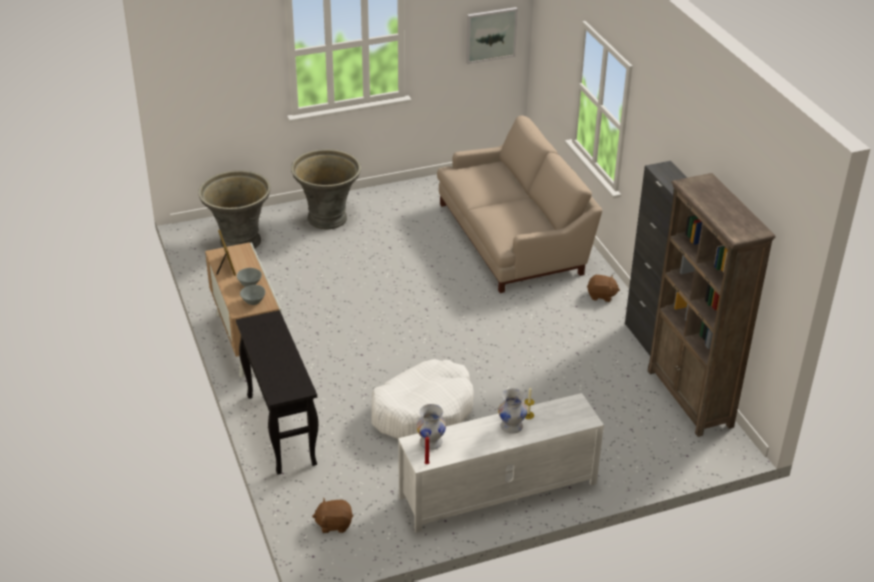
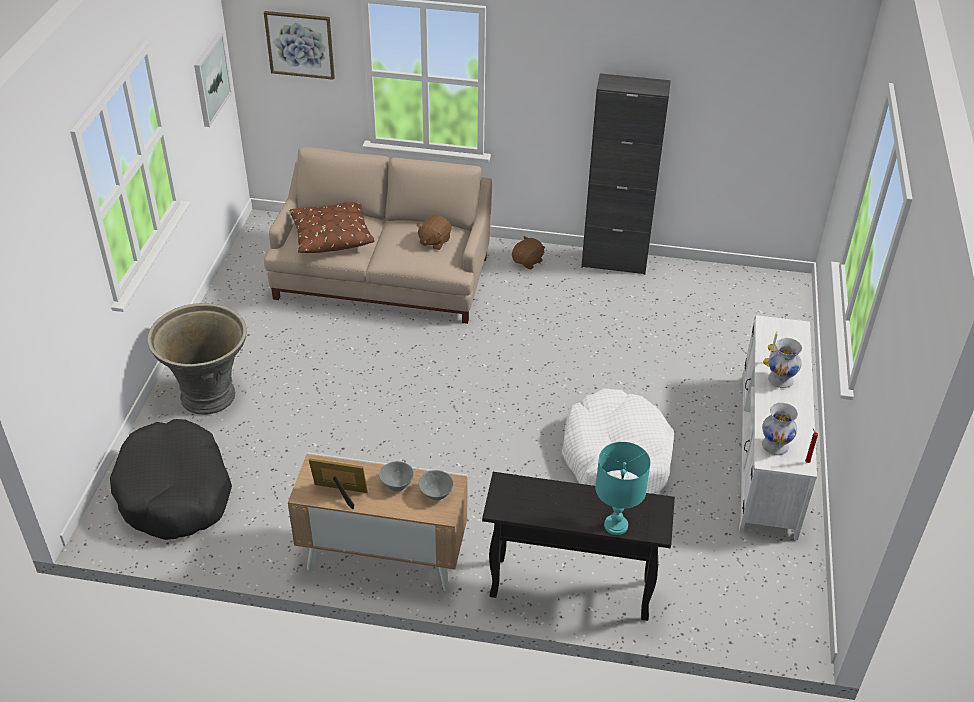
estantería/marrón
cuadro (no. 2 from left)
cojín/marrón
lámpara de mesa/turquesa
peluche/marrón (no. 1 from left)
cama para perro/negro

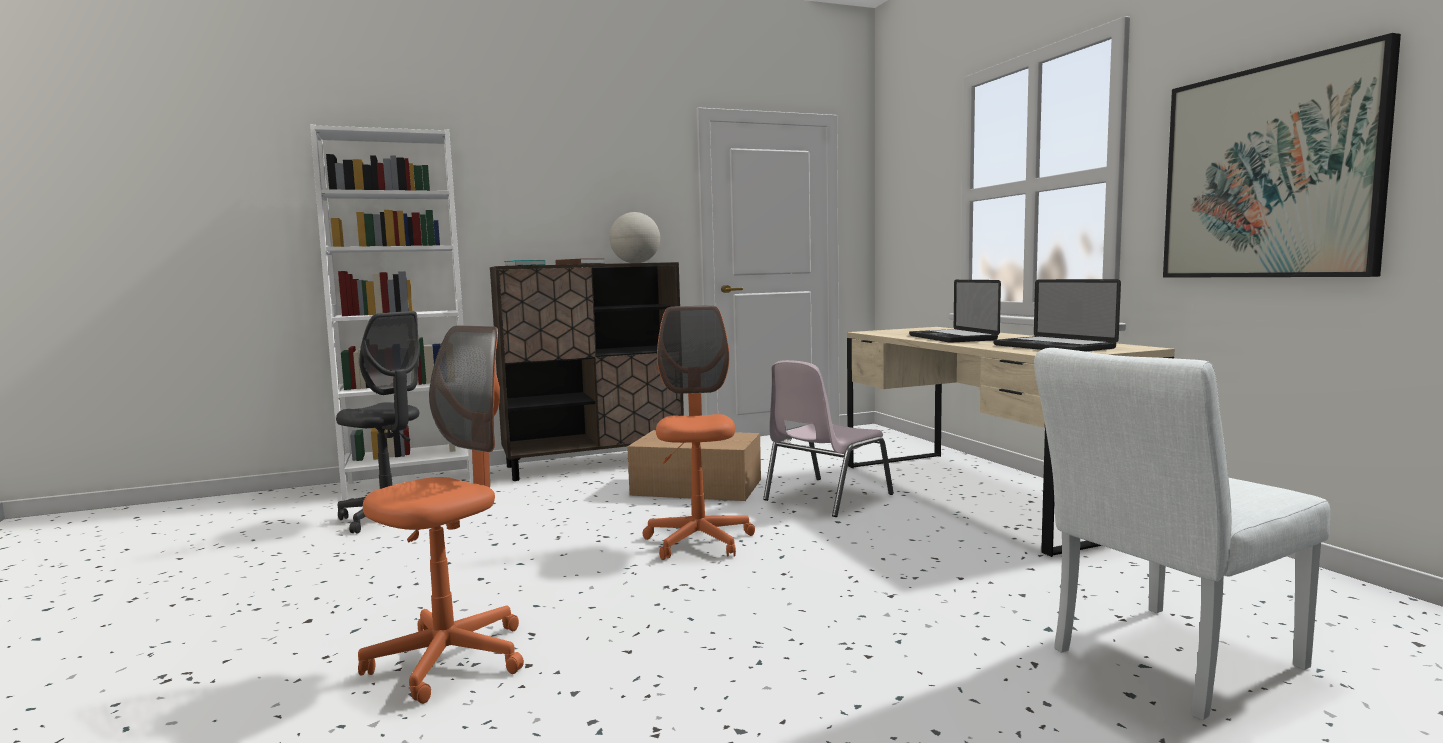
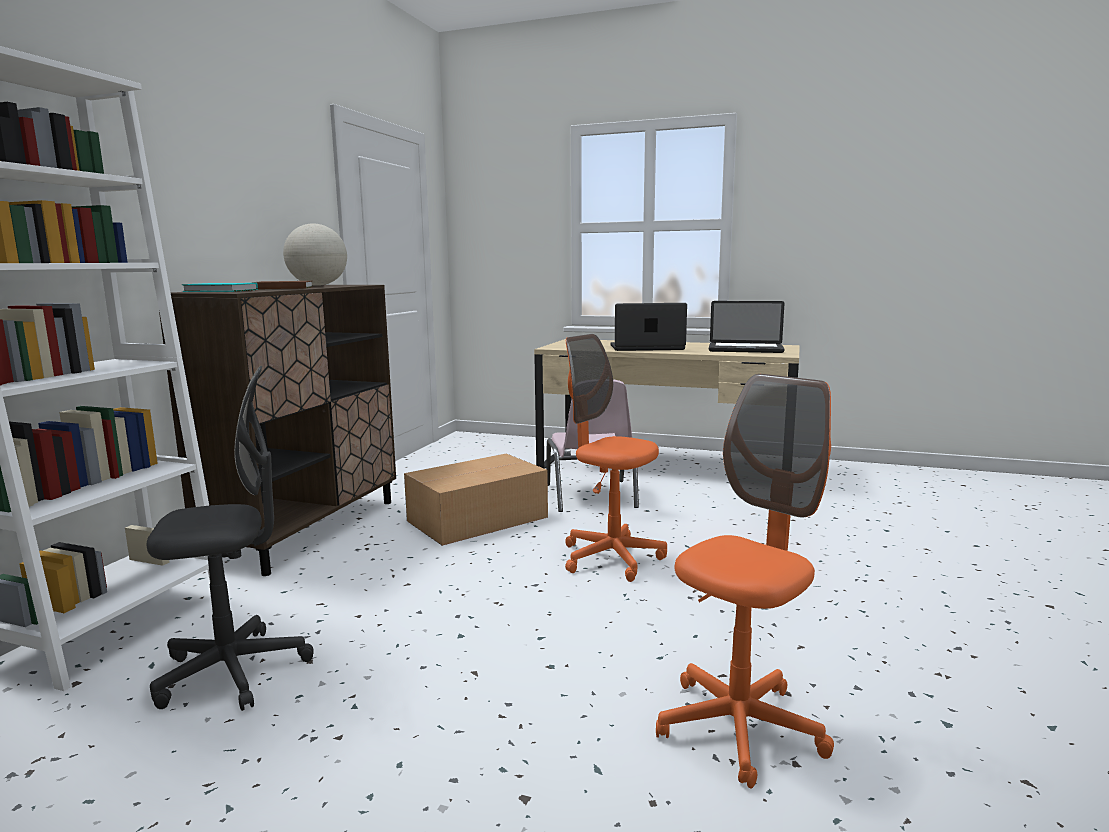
silla/blanco
cuadro
silla de oficina/naranja (no. 2 from left)
portátil (no. 1 from left)

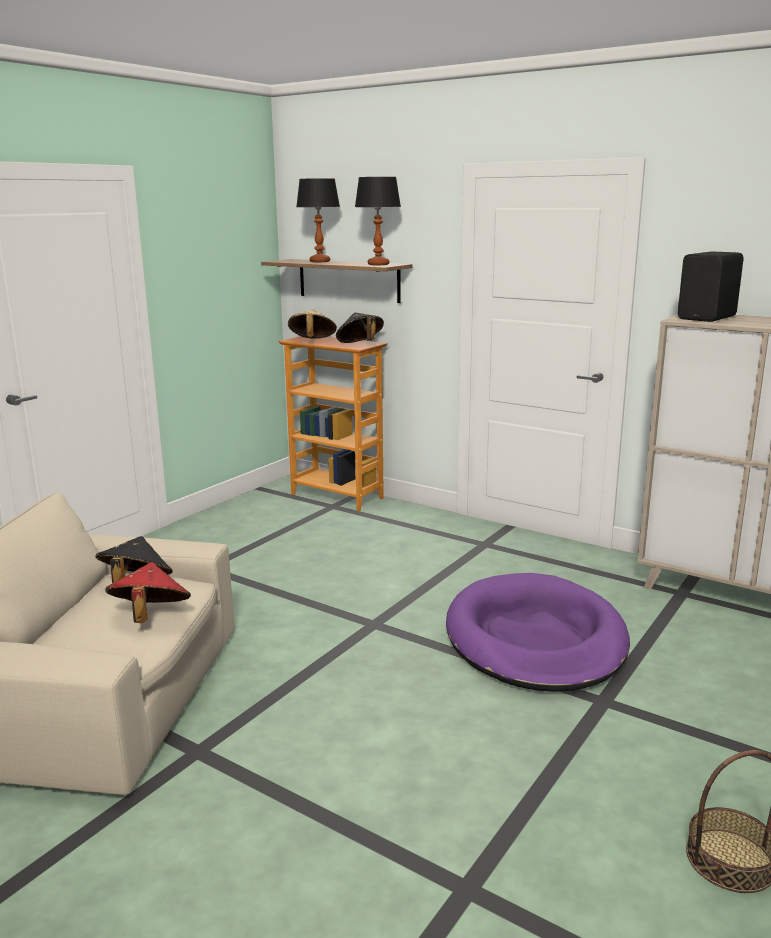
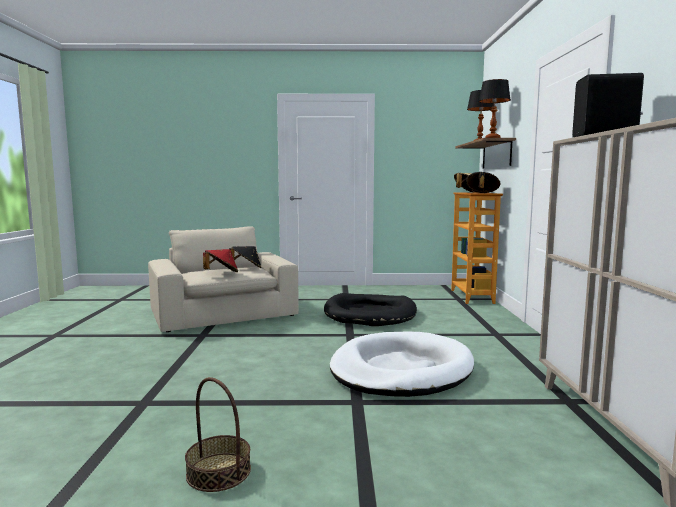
cama para perro/negro
cama para perro/blanco

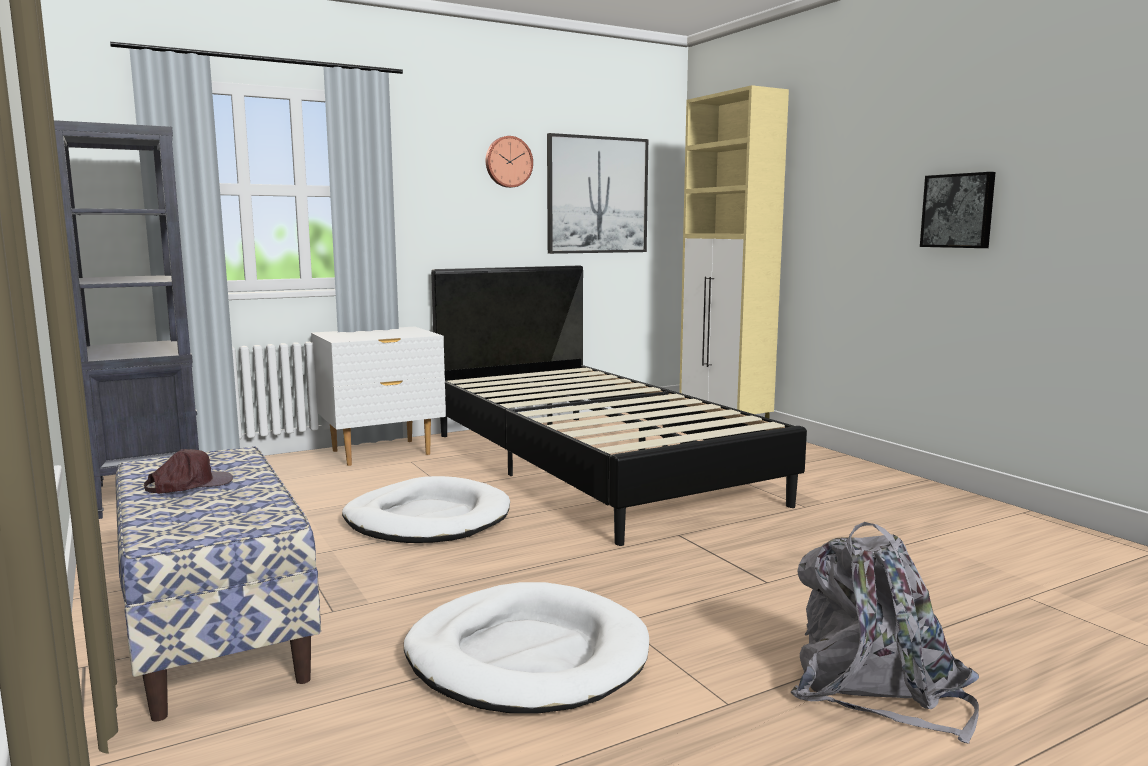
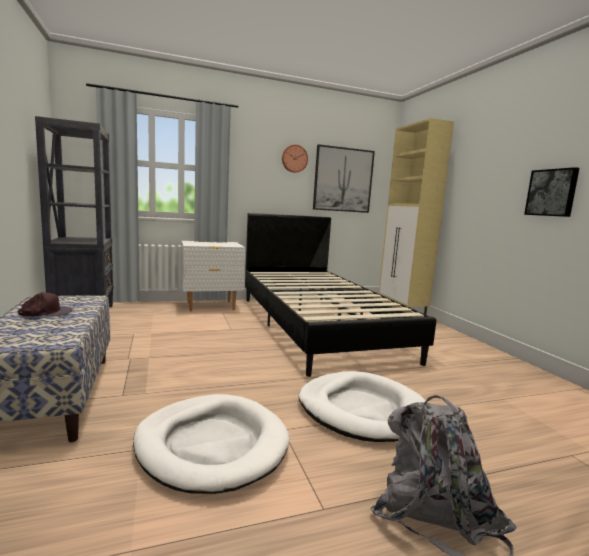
cama para perro/blanco (no. 2 from left)

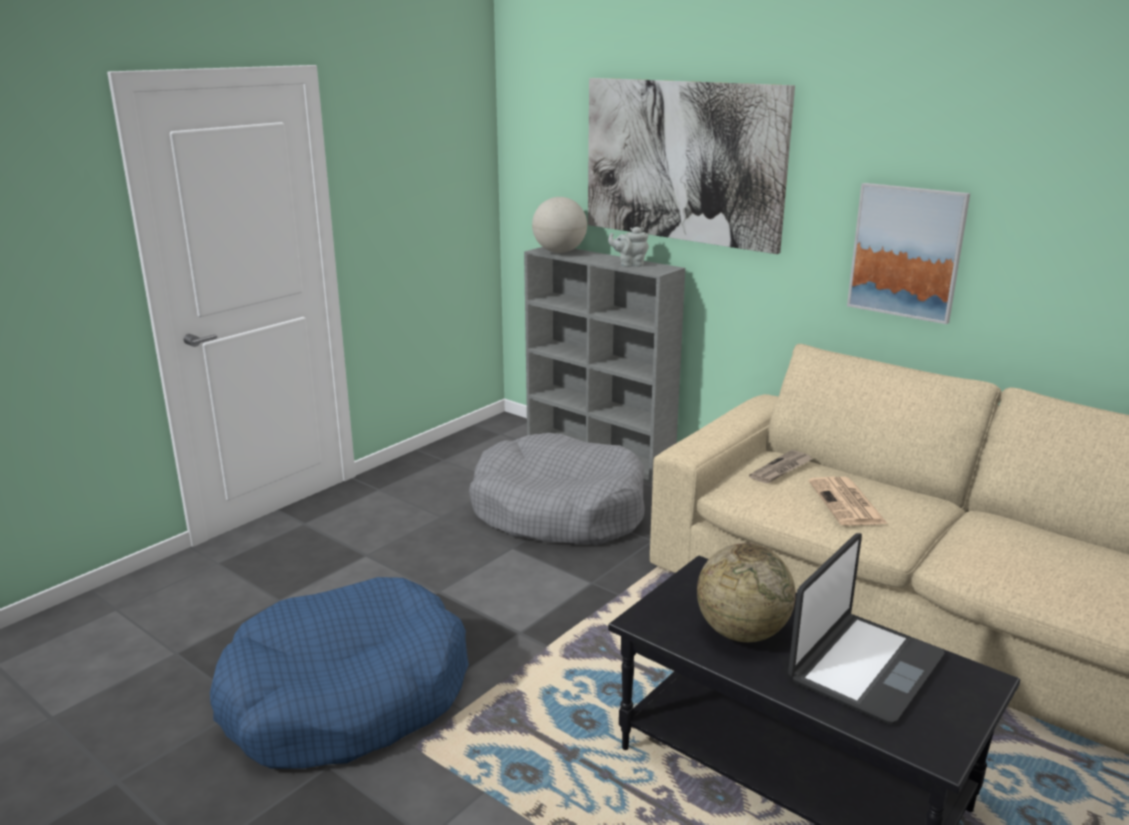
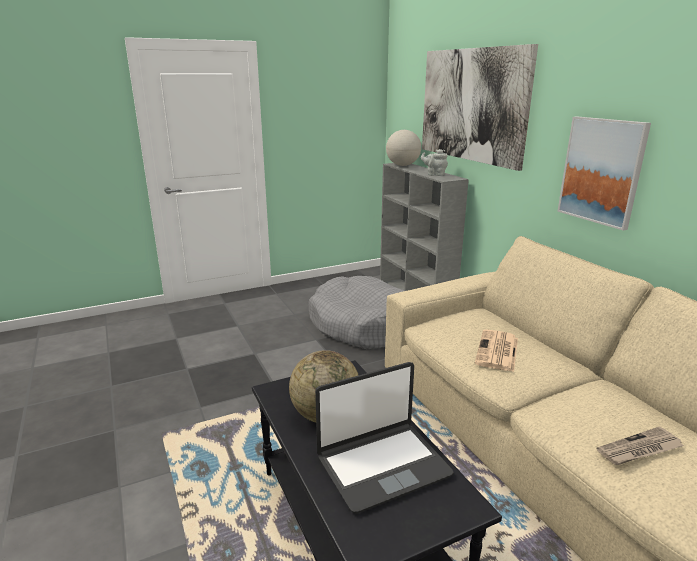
cama para perro/azul
periódico (no. 2 from left)

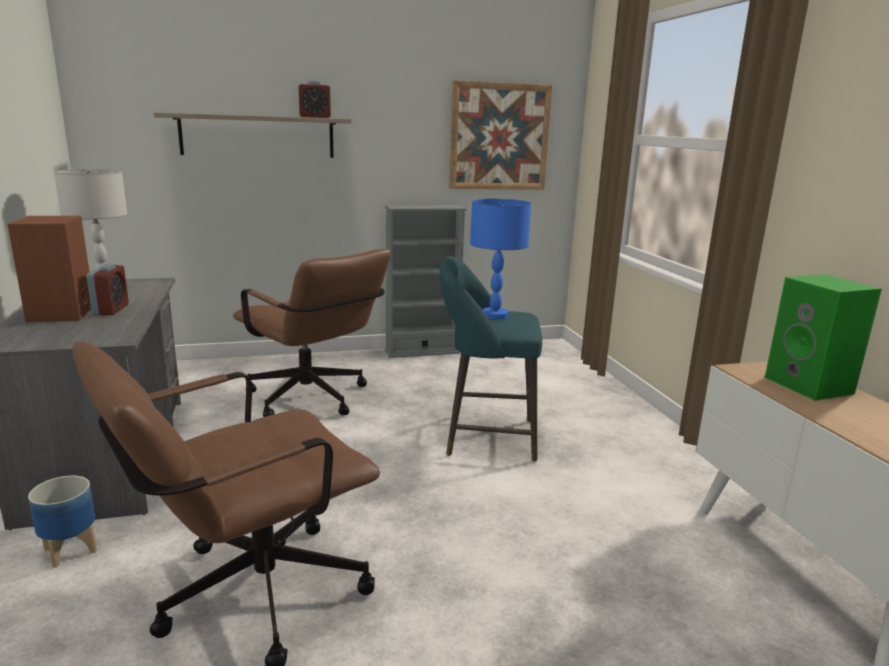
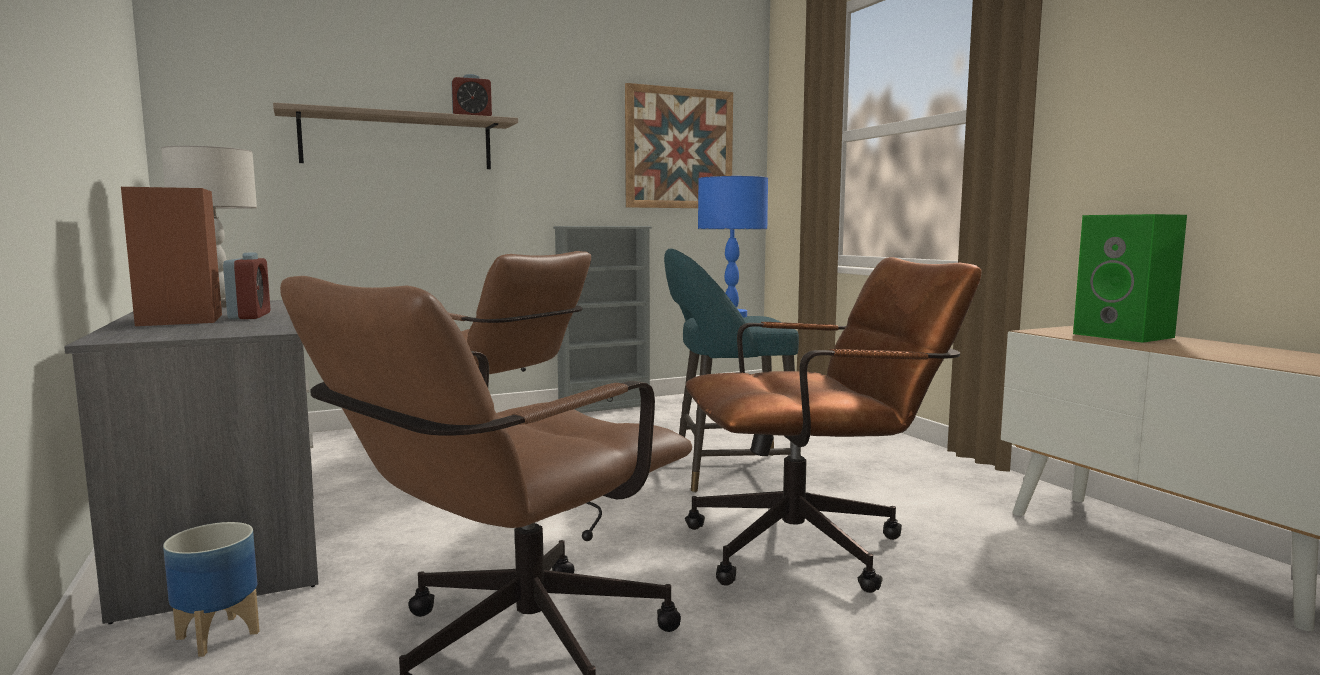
silla de oficina/marrón (no. 3 from left)

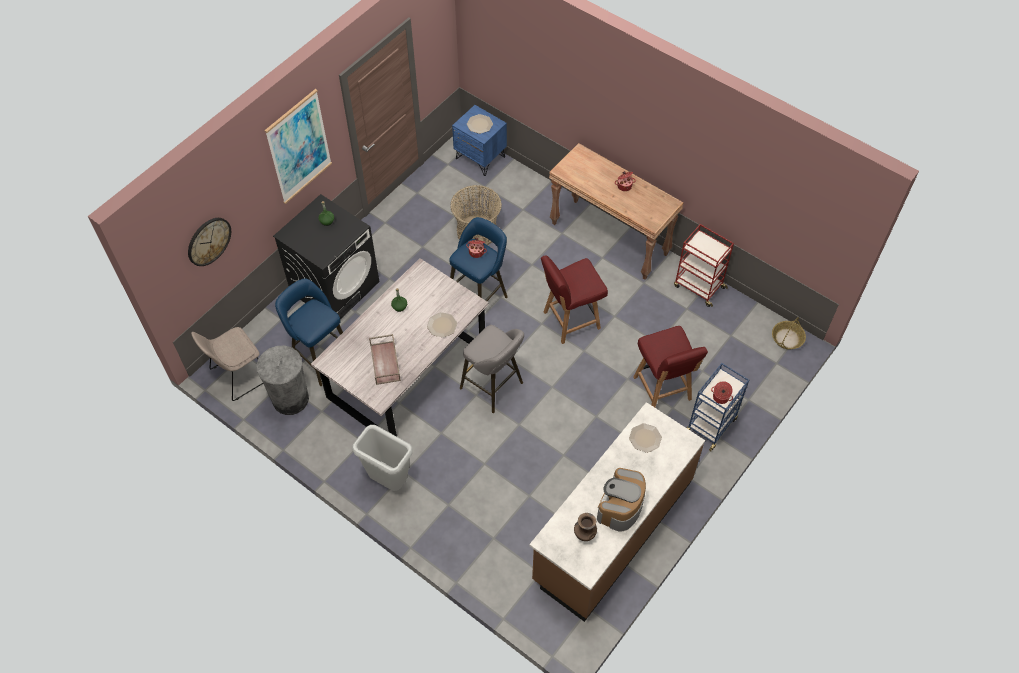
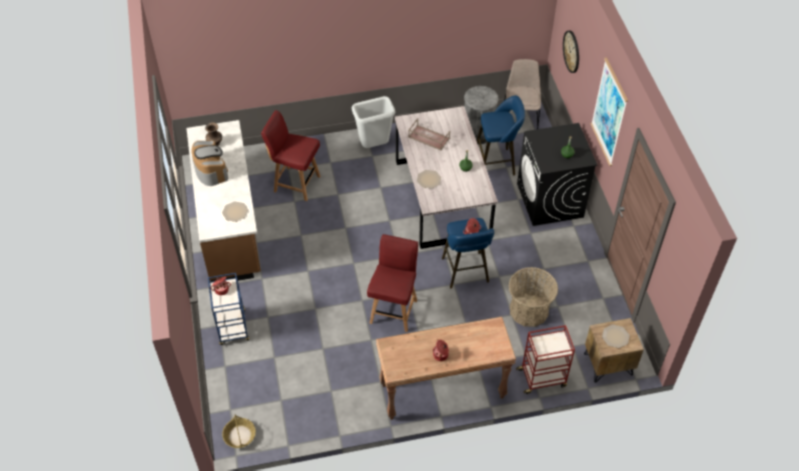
taburete/gris
silla/rojo (no. 1 from left)
carrito/rojo
mesita de noche/marrón

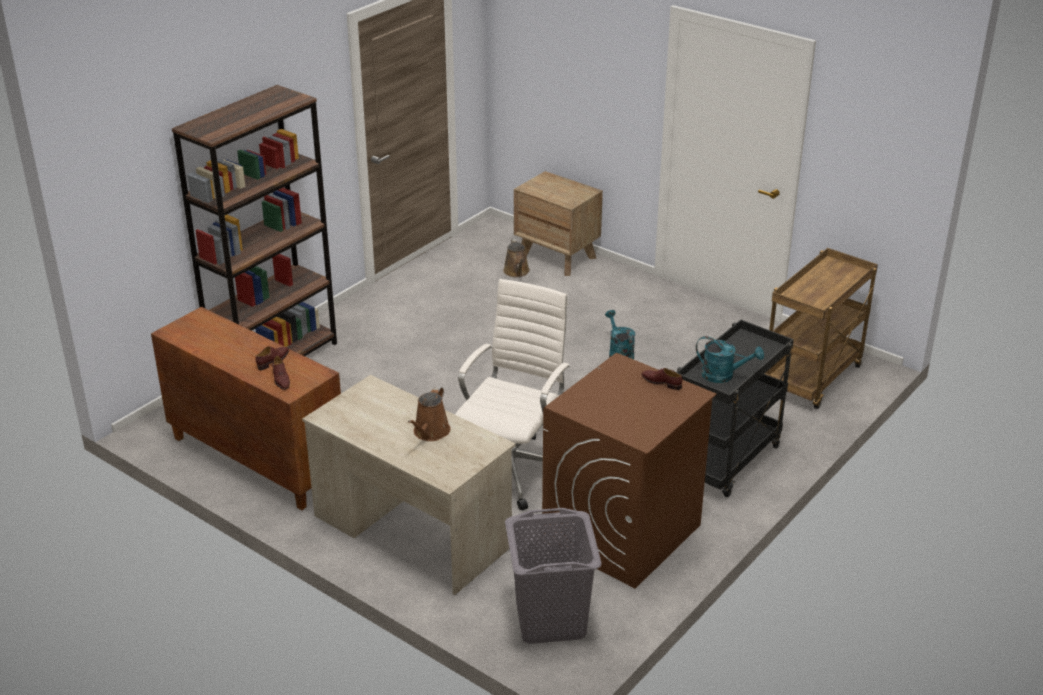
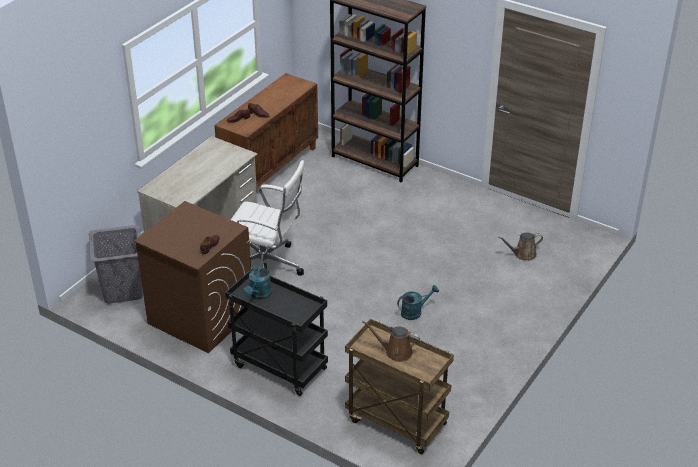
mesita de noche/marrón
regadera/marrón (no. 1 from left)

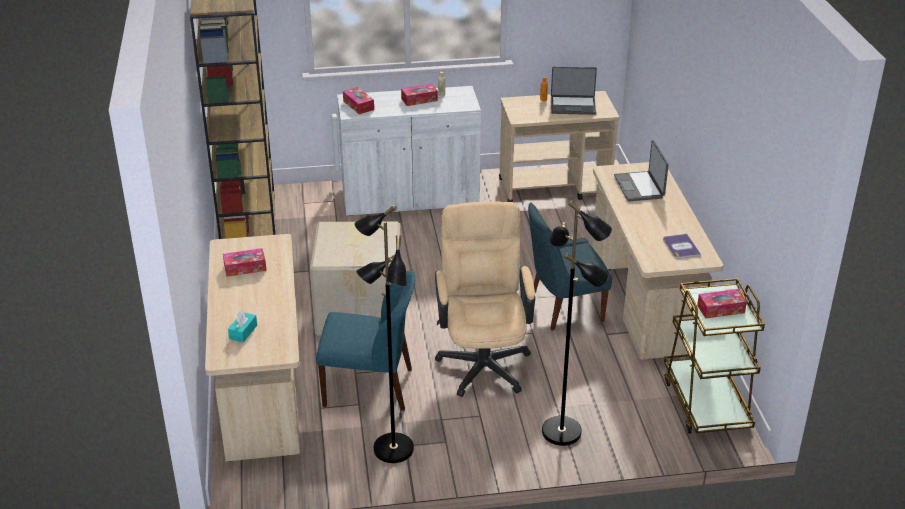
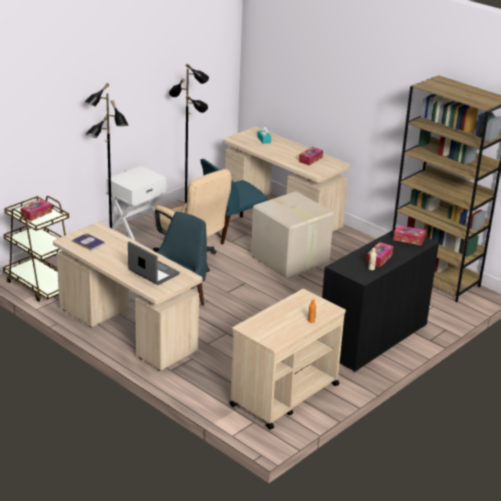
portátil (no. 1 from left in the first image)
mesita de noche/blanco
armario/negro

